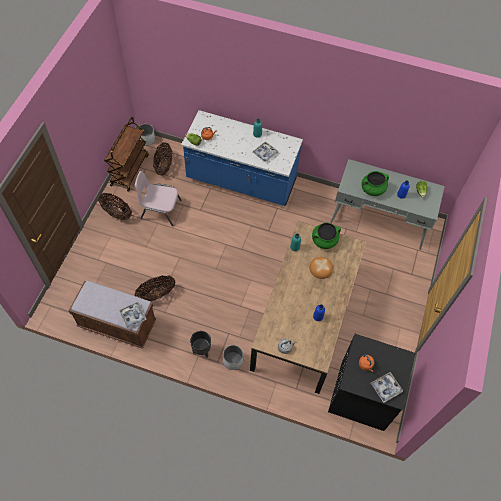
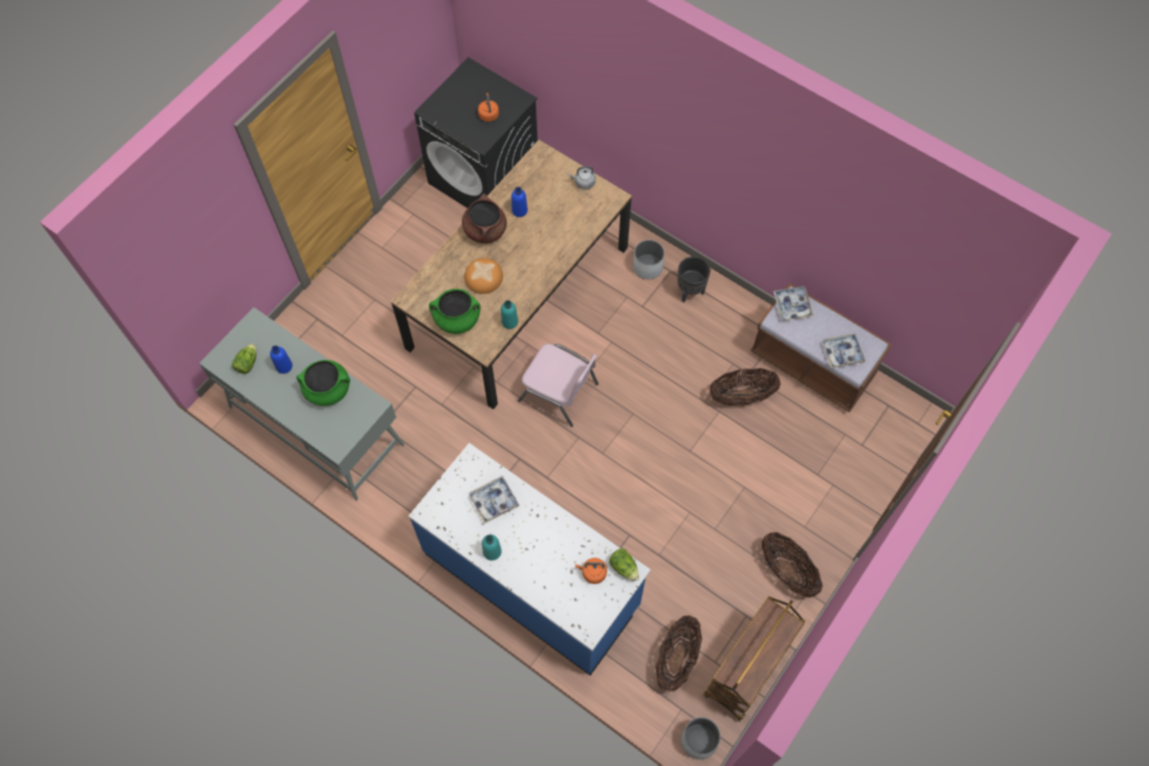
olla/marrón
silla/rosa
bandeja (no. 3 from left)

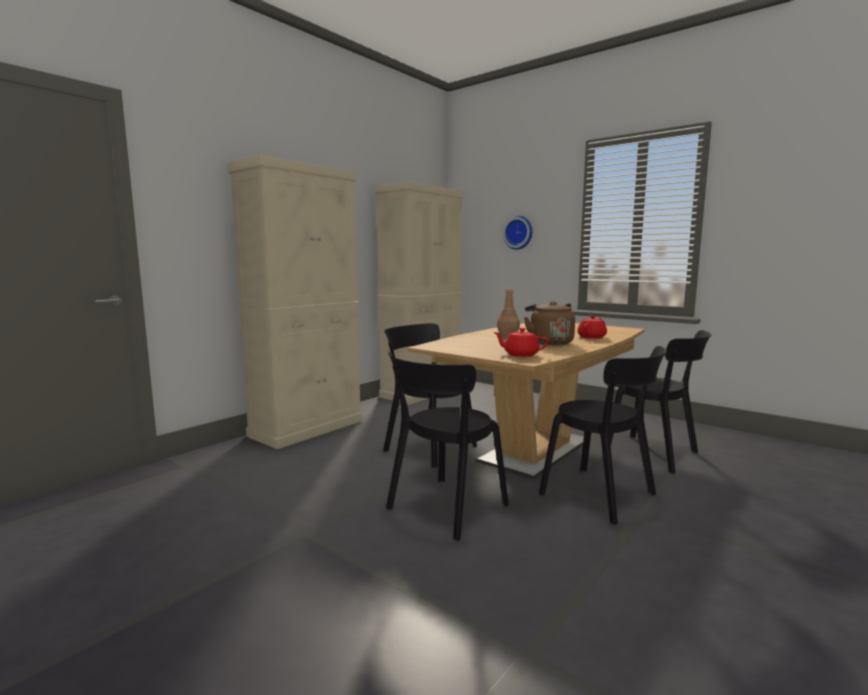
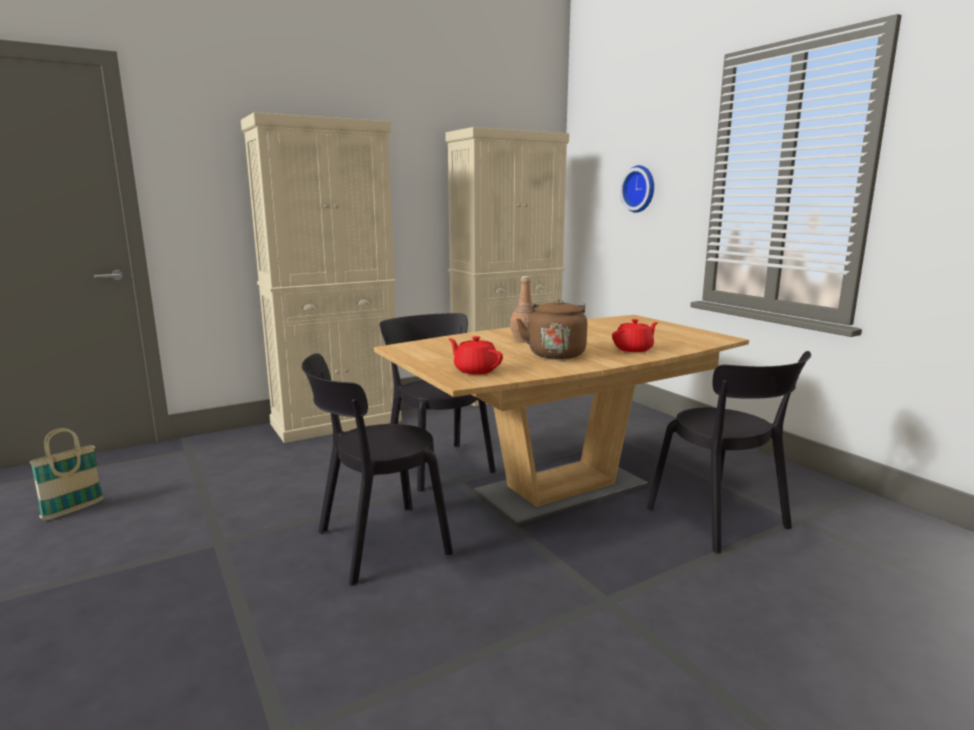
silla/negro (no. 3 from left in the first image)
cesta

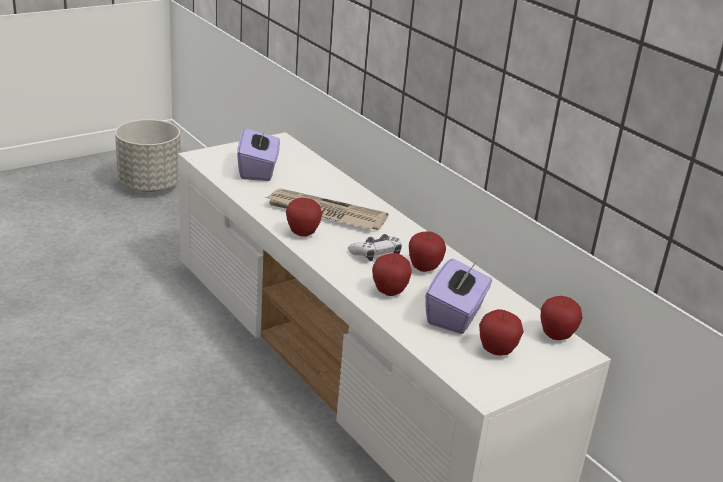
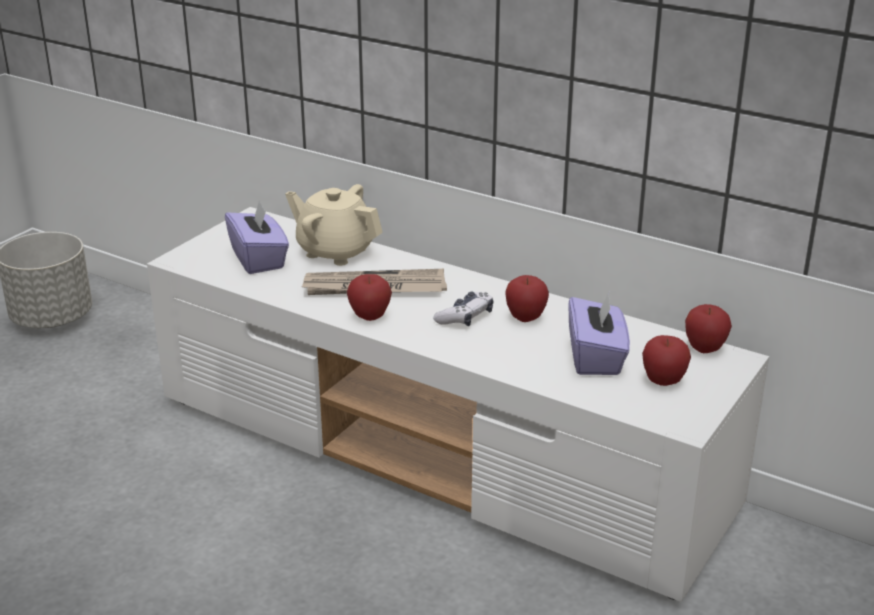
manzana (no. 2 from left in the first image)
tetera/beis

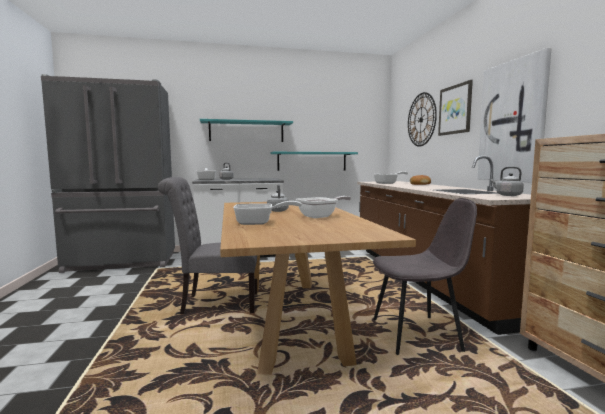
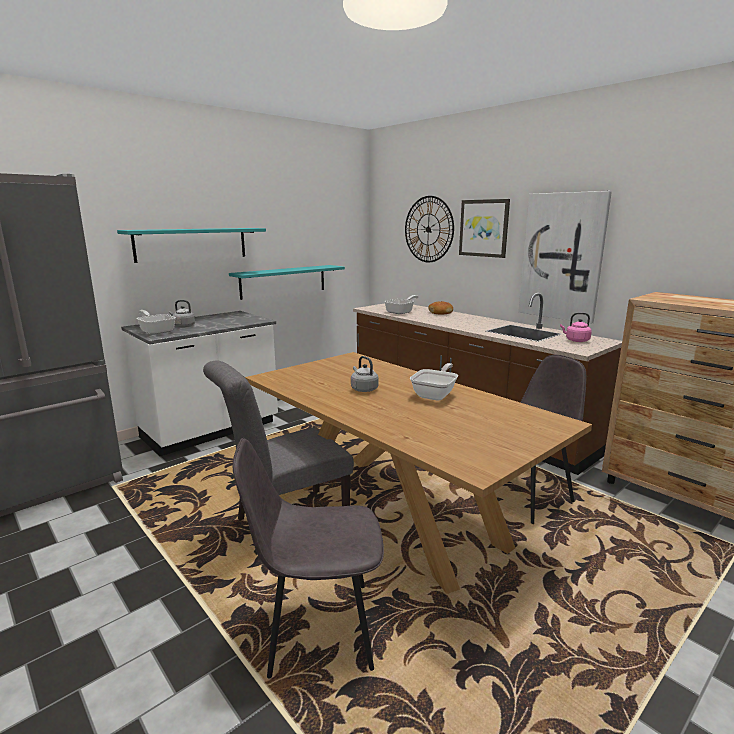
sartén (no. 2 from left in the first image)
silla/gris (no. 2 from left)
hervidor/rosa

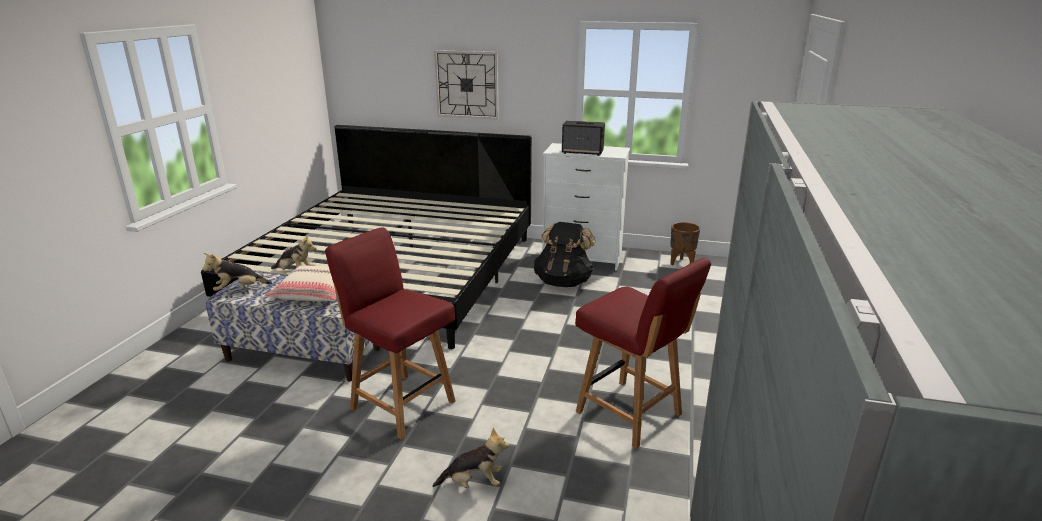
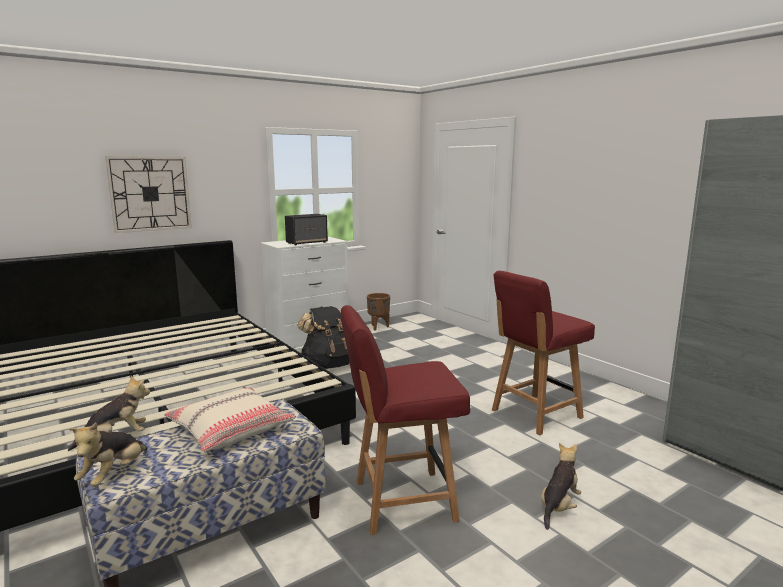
silla/rojo (no. 2 from left)

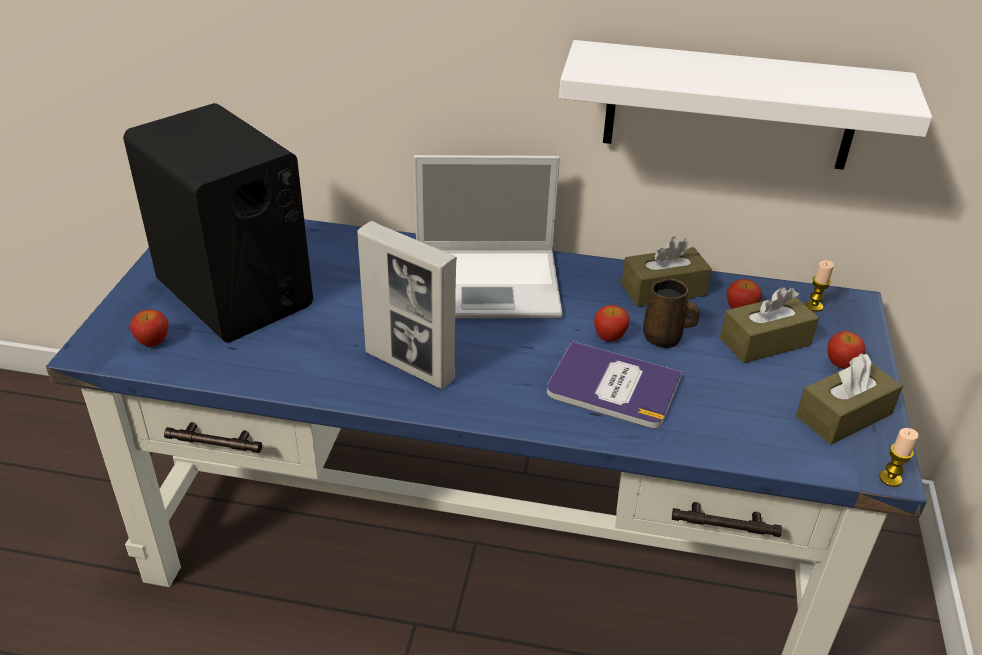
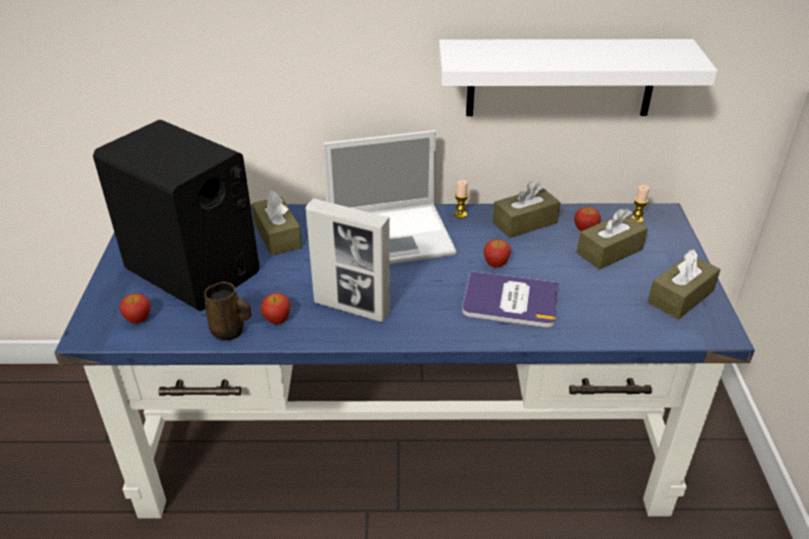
caja de pañuelos/marrón (no. 1 from left)
taza grande/marrón
manzana (no. 2 from left)
vela (no. 1 from left)

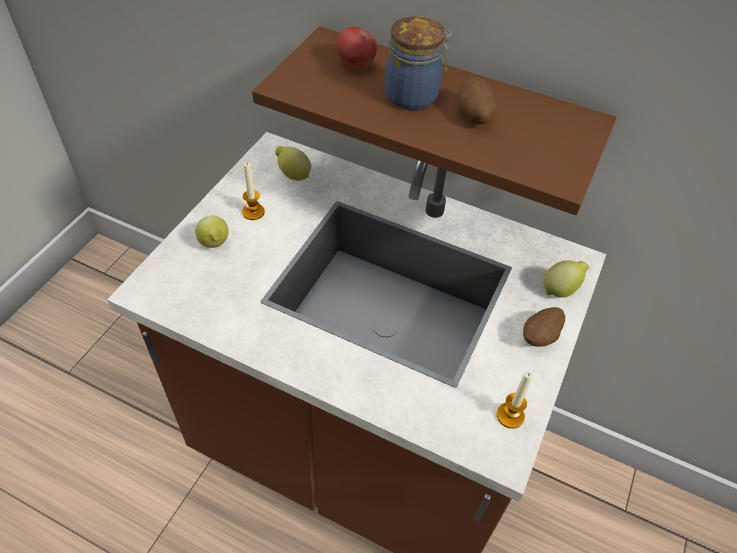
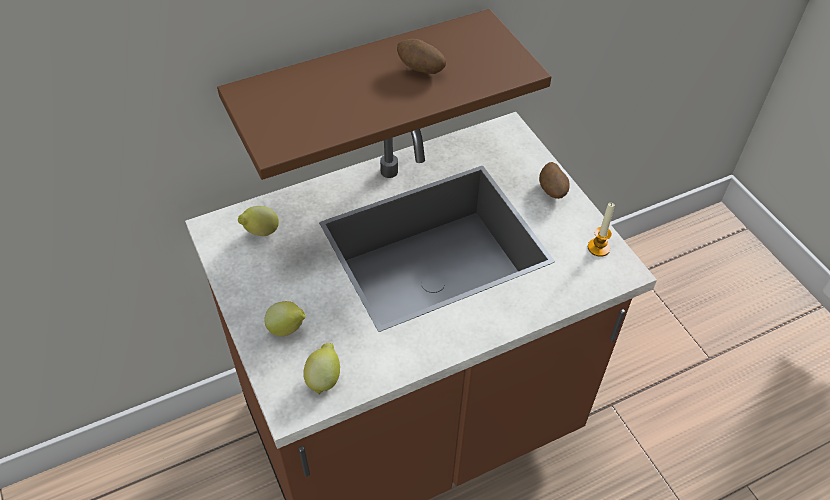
vela (no. 1 from left in the first image)
manzana
tarro
limón (no. 3 from left)

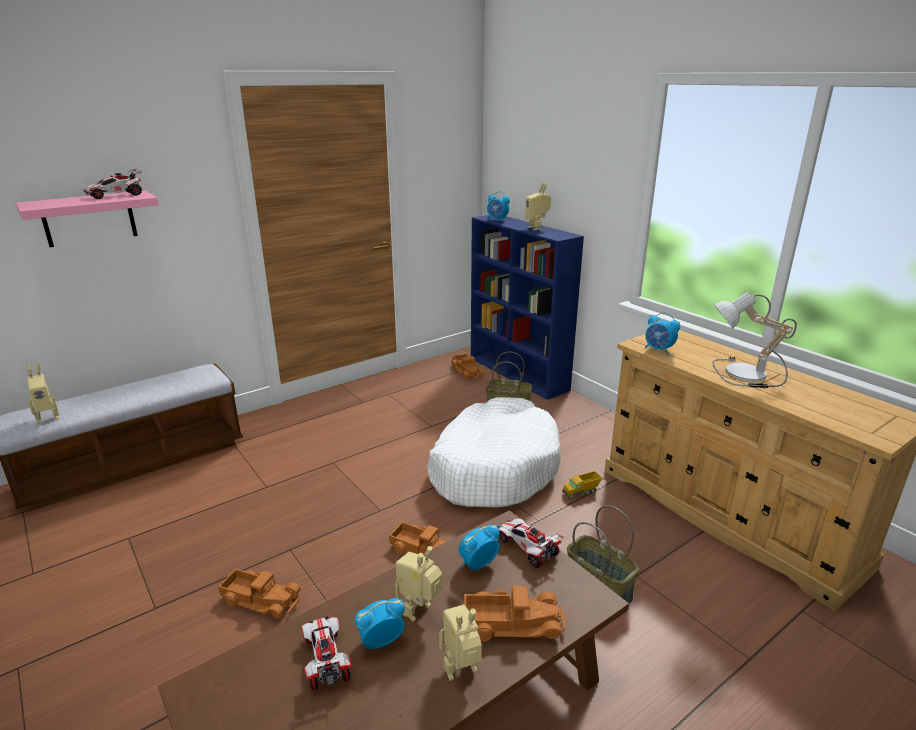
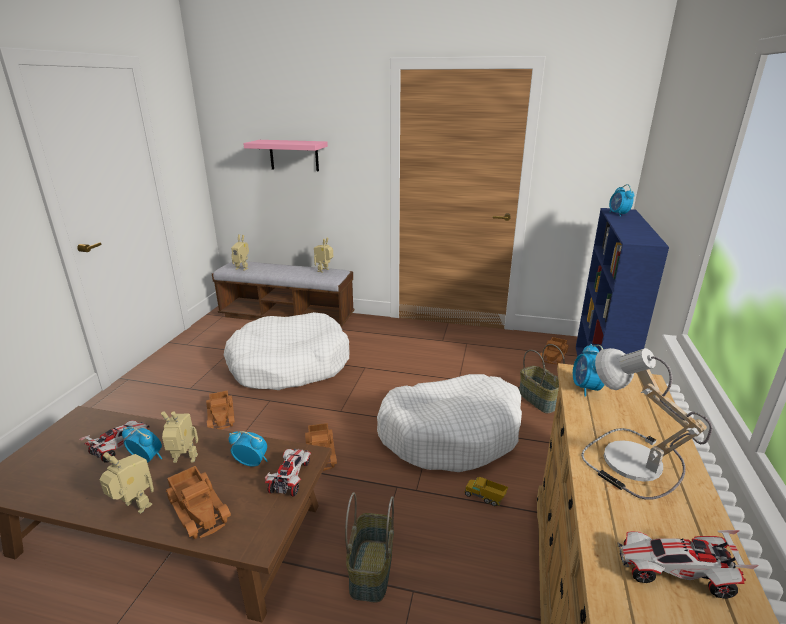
cama para perro/blanco (no. 1 from left)
coche de juguete (no. 3 from left)
robot de juguete (no. 4 from left)

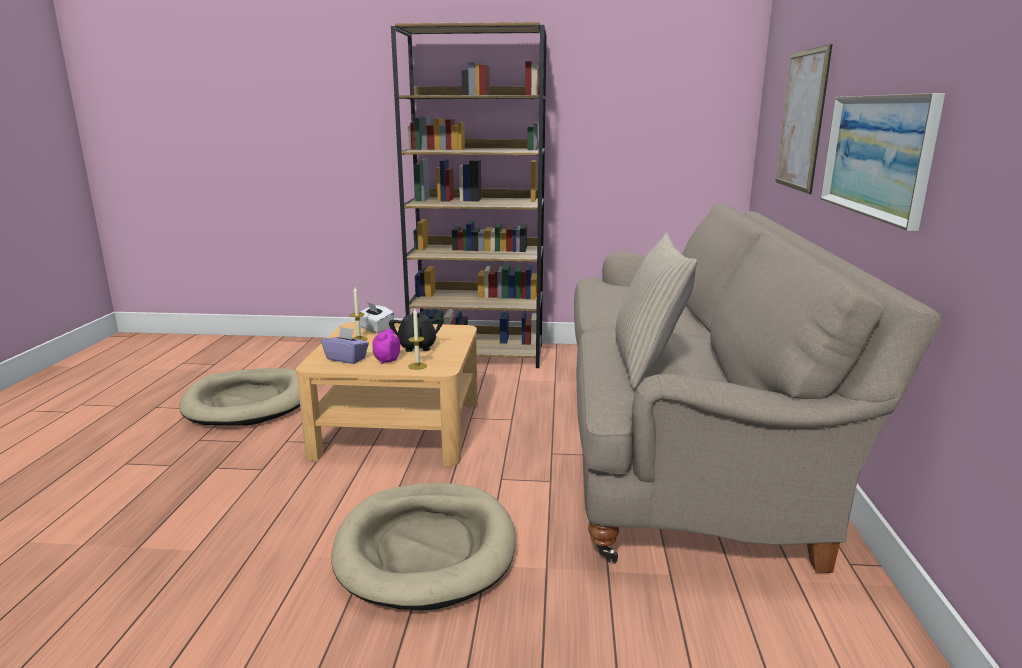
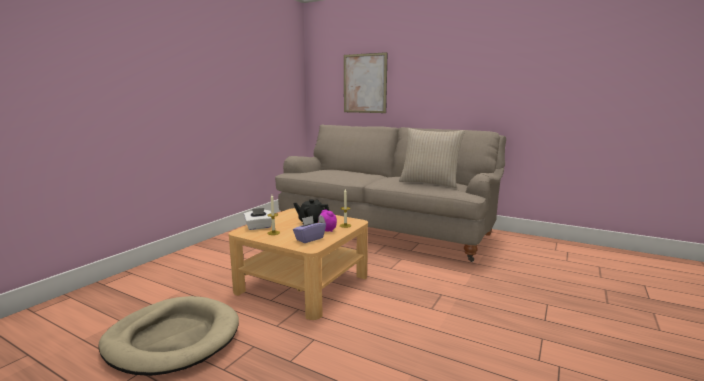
cama para perro/beis (no. 2 from left in the first image)
estantería/marrón
cuadro (no. 2 from left in the first image)

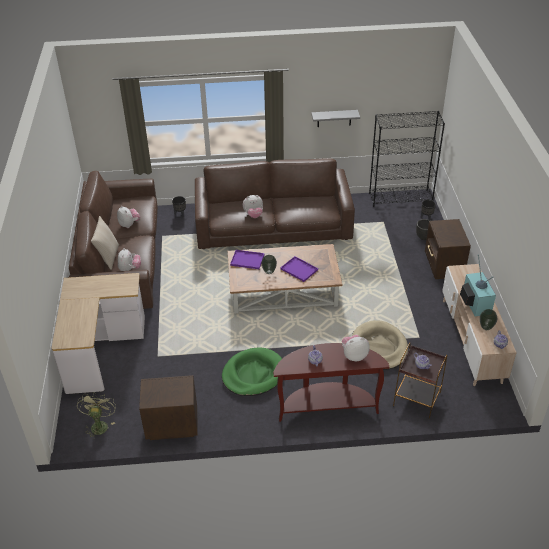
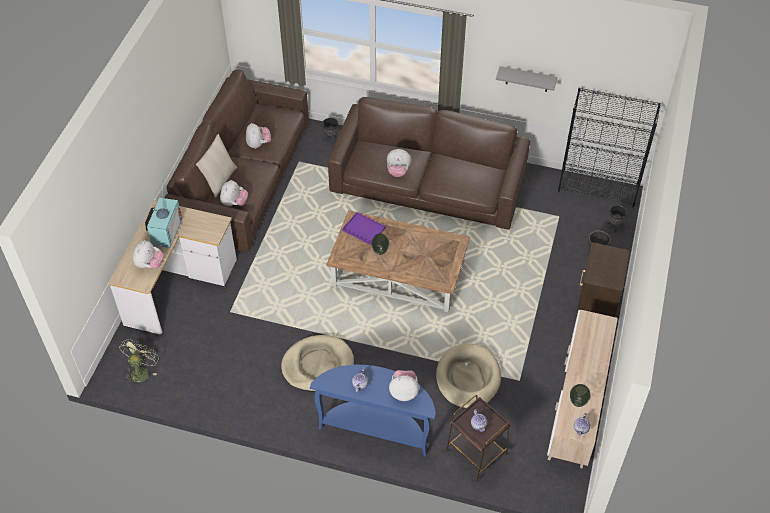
mesita de noche/marrón (no. 1 from left in the first image)
bandeja/morado (no. 2 from left in the first image)
peluche (no. 1 from left)
televisor
cama para perro/beis (no. 1 from left)
mesa consola/azul

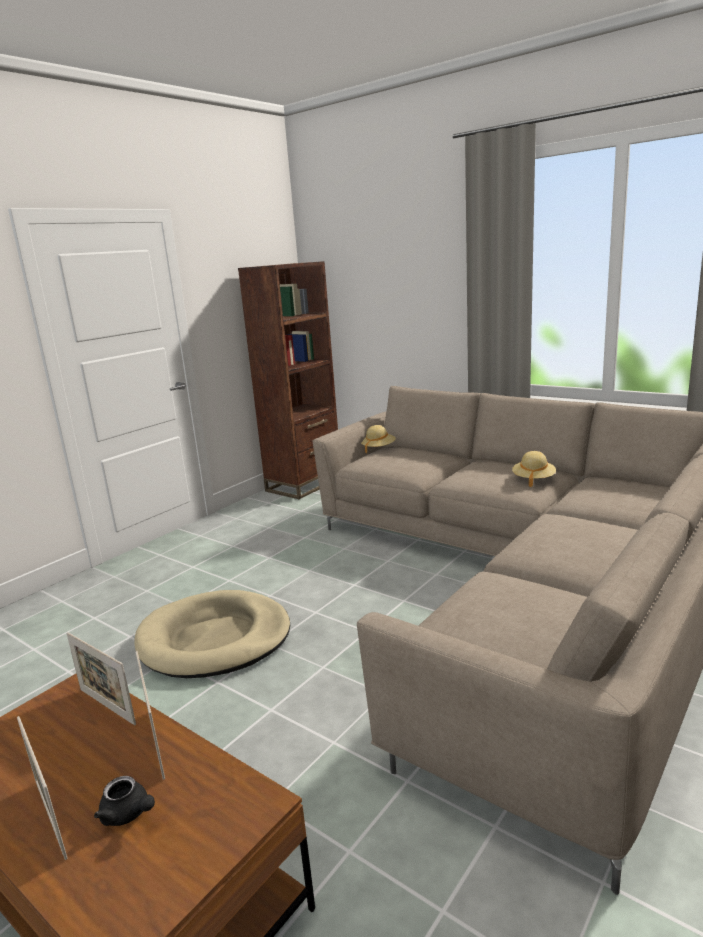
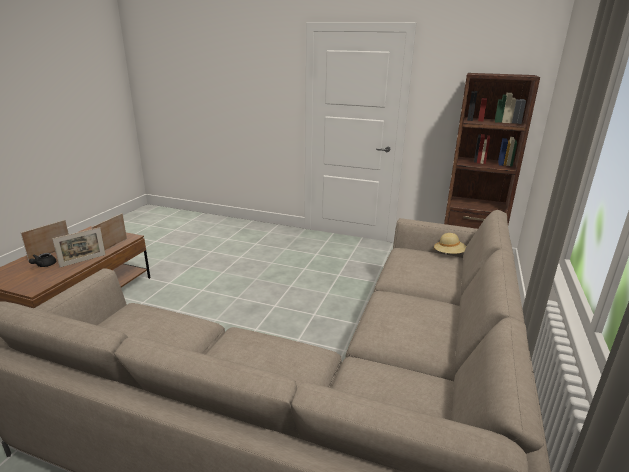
cama para perro/beis
sombrero/beis (no. 2 from left in the first image)

